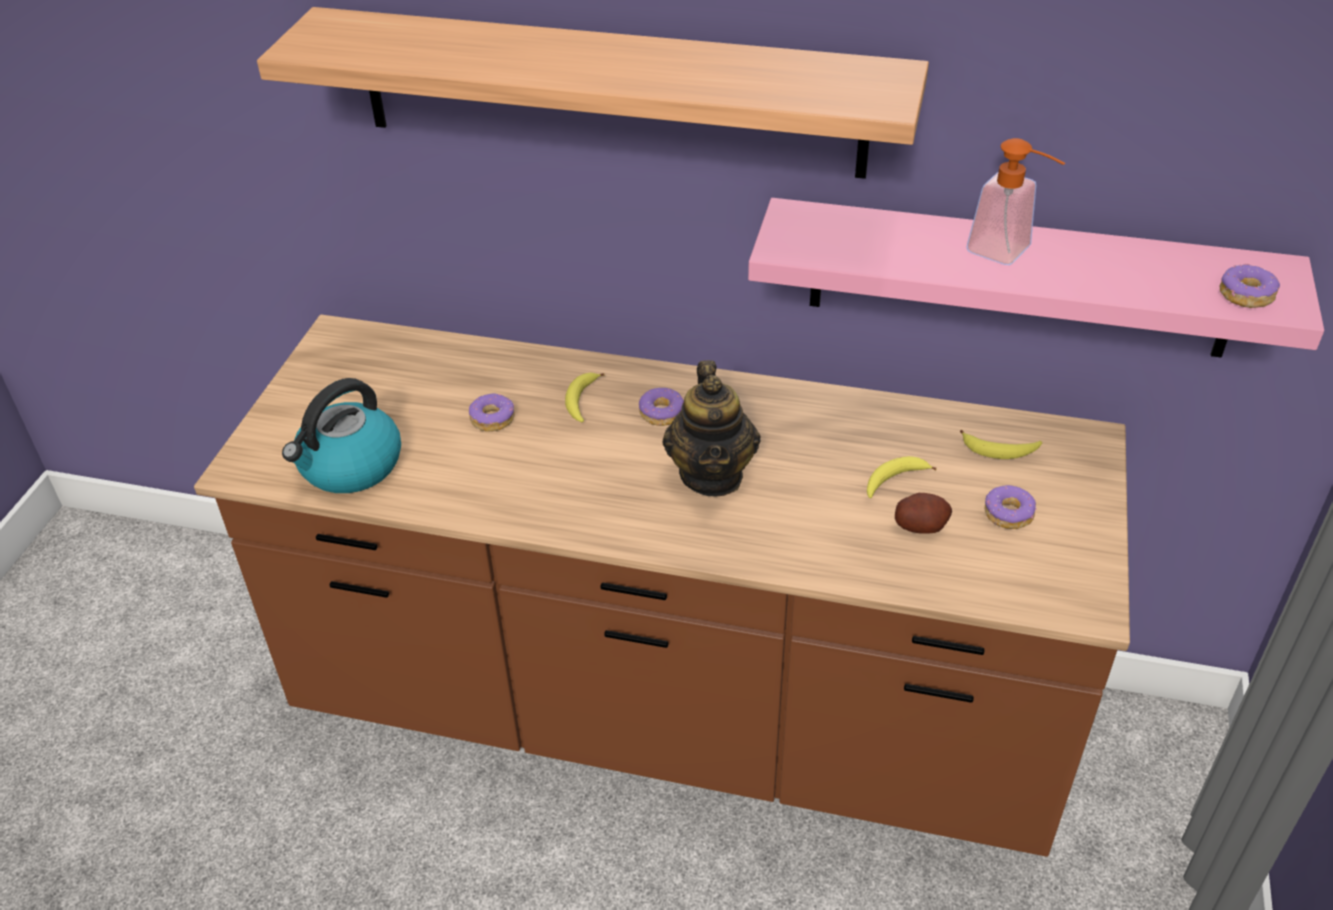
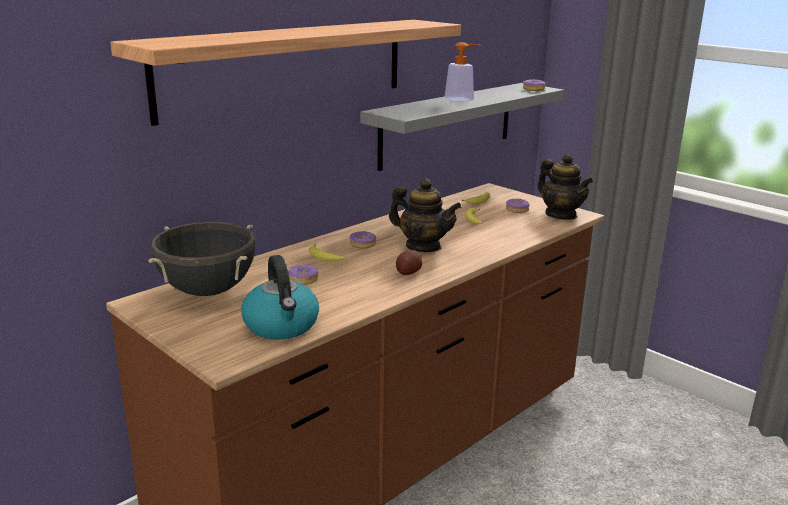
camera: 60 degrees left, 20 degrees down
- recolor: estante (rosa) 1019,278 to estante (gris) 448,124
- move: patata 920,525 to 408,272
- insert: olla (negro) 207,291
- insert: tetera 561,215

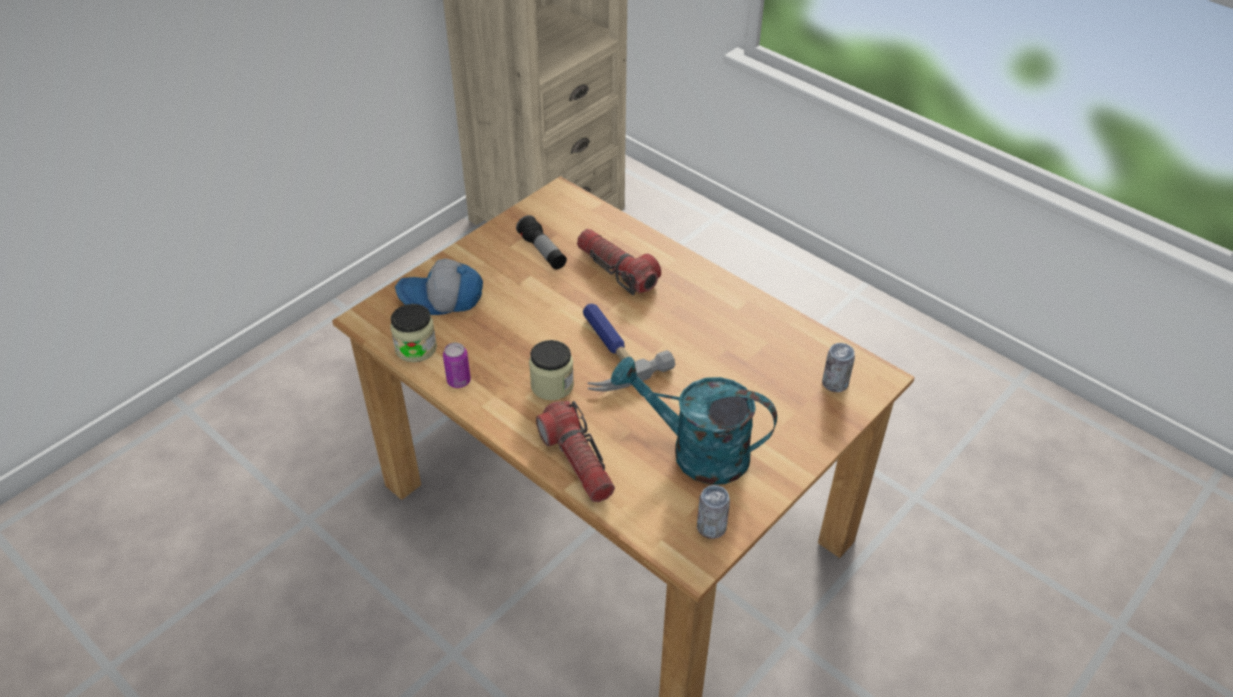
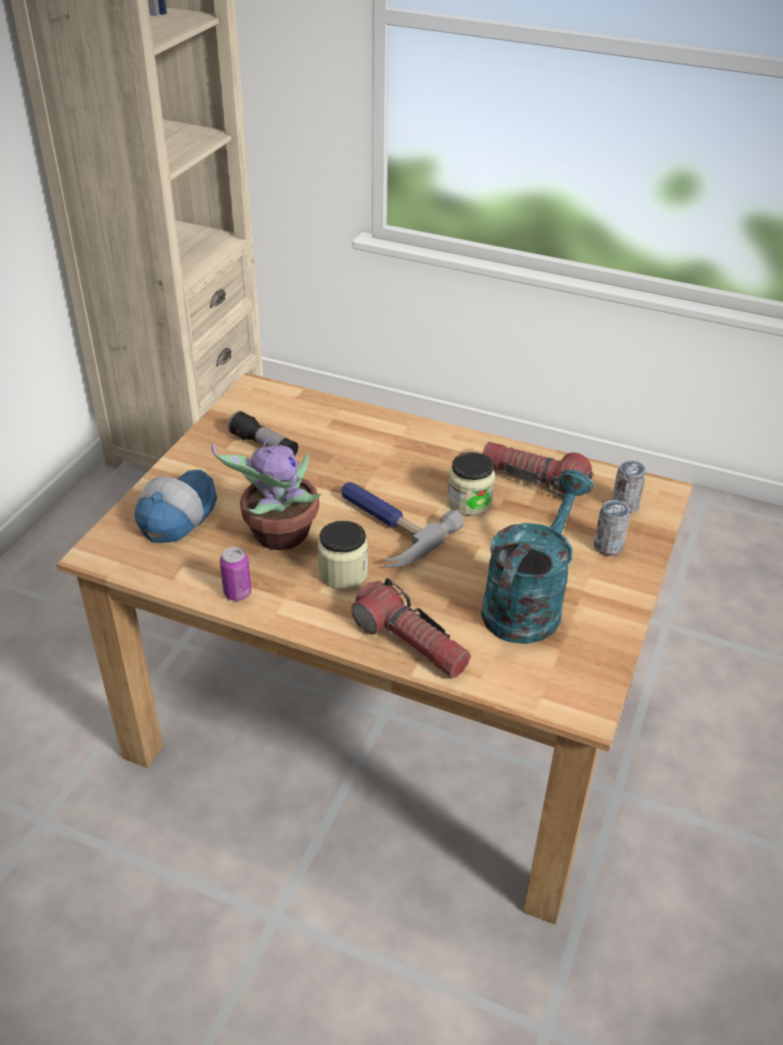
camera: 20 degrees left, 5 degrees down
- move: tarro 416,348 to 469,502
- rotate: gorra 442,299 = 176,515 135 degrees clockwise
- move: linterna 617,270 to 534,480
- rotate: regadera (turquesa) 696,452 = 528,602 120 degrees clockwise
- move: lata 711,527 to 608,547
- insert: planta en maceta 279,536

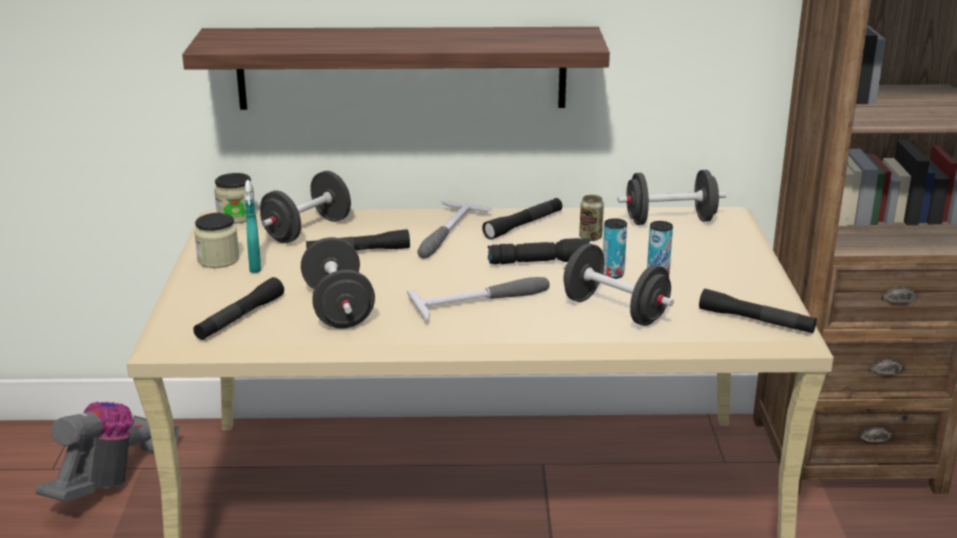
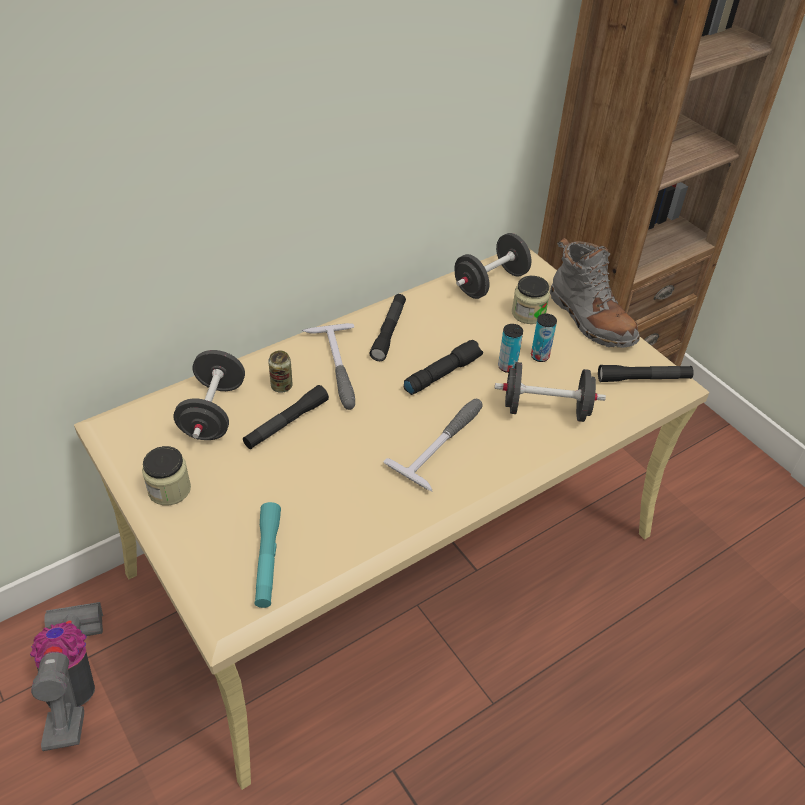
camera: 35 degrees left, 20 degrees up
- delete: estante 401,68
- recolor: linterna (negro) 240,318 to linterna (turquesa) 267,559
- move: tarro 236,216 to 528,313
- delete: pulverizador (turquesa) 255,267
- delete: mancuerna (negro) 338,308
- move: lata 590,237 to 281,386
- insert: bota (gris) 590,319

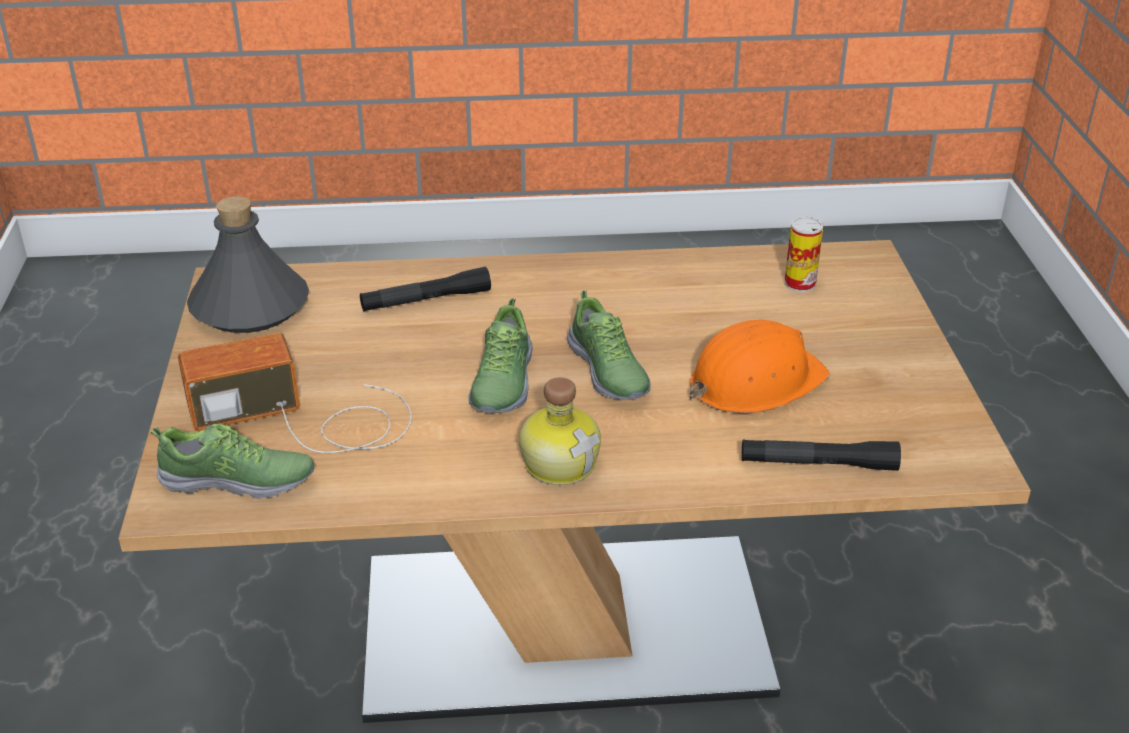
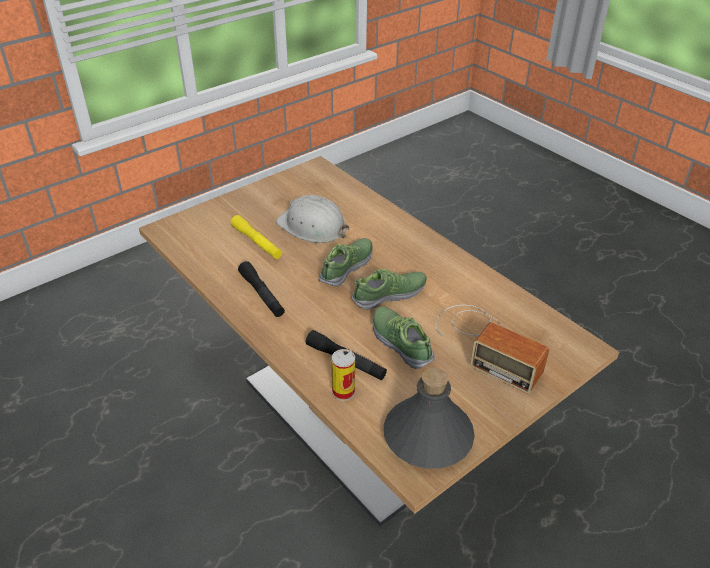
camera: 125 degrees left, 5 degrees up
- move: zapato 238,481 to 401,342
- delete: botella 560,462
- recolor: casco (naranja) 755,381 to casco (blanco) 312,226
- move: linterna (negro) 818,464 to 262,294
- move: lata 800,284 to 343,392
- insert: linterna (amarillo) 257,242

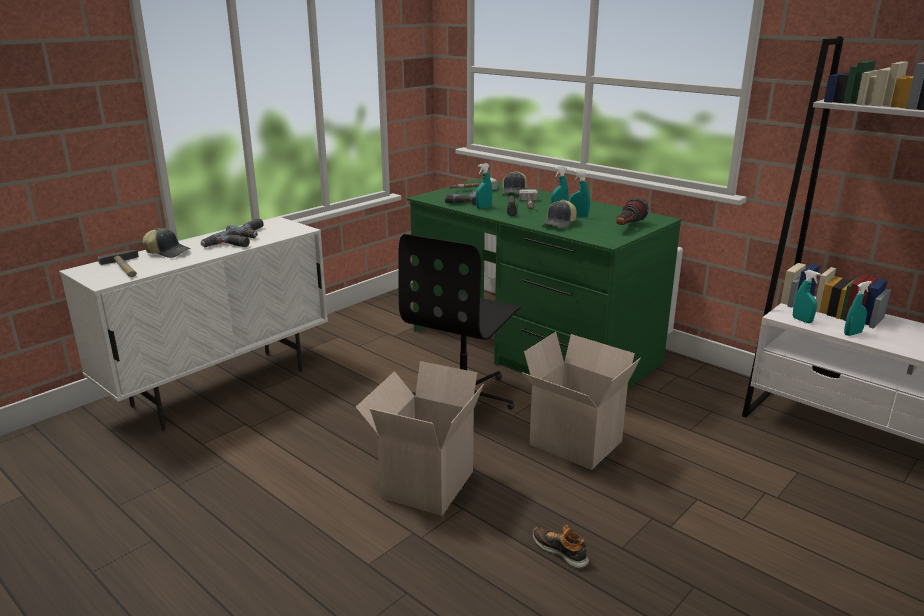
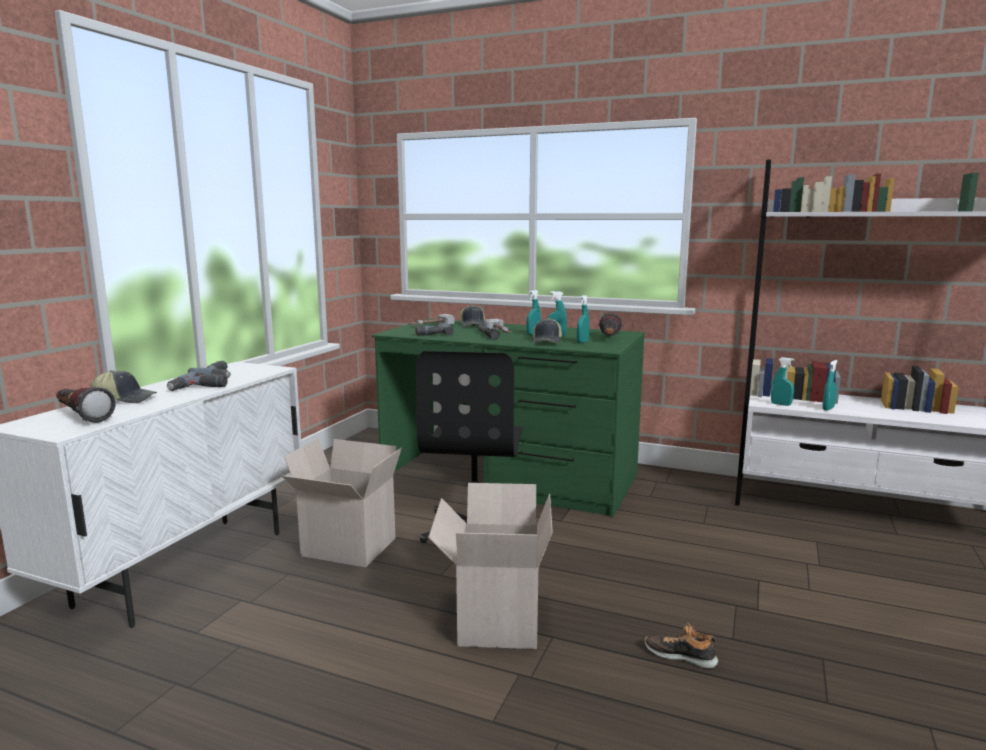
camera: 20 degrees left, 10 degrees down
- replace: martillo 126,268 to linterna 82,417
- move: pulverizador (turquesa) 483,207 to 582,342
- move: caja de cartón 573,444 to 346,548

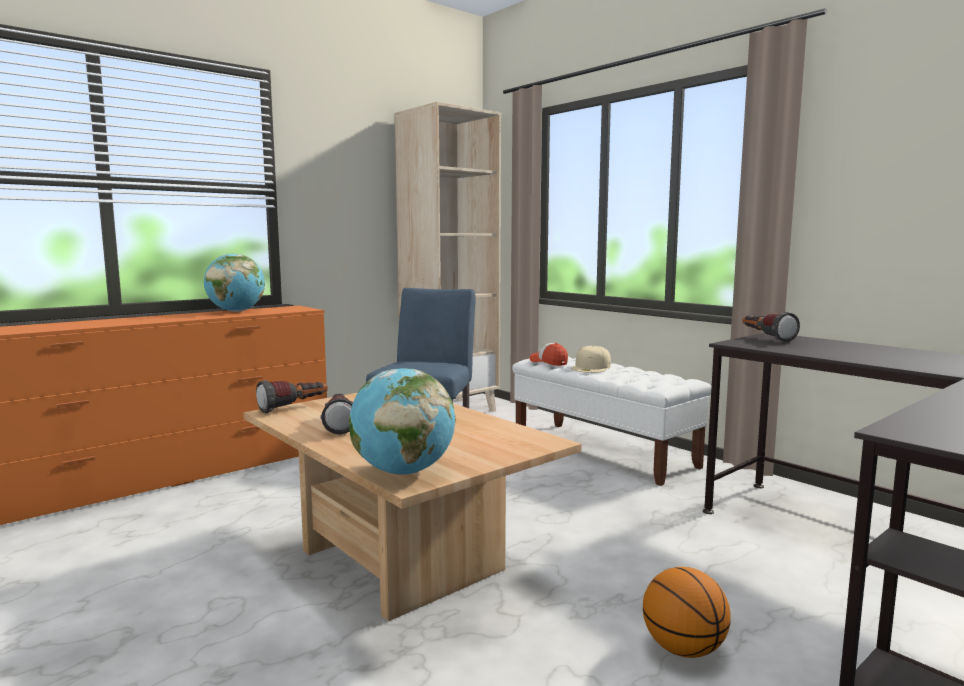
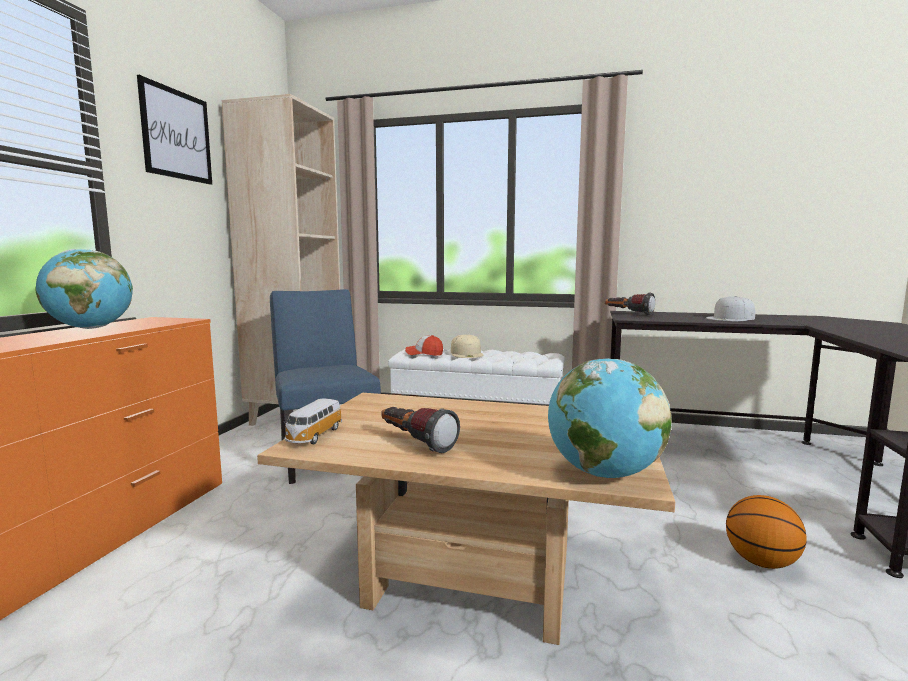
camera: 35 degrees left, 0 degrees up
- replace: linterna 294,408 to coche de juguete 313,436
- insert: cuadro 176,134
- insert: gorra (blanco) 731,318

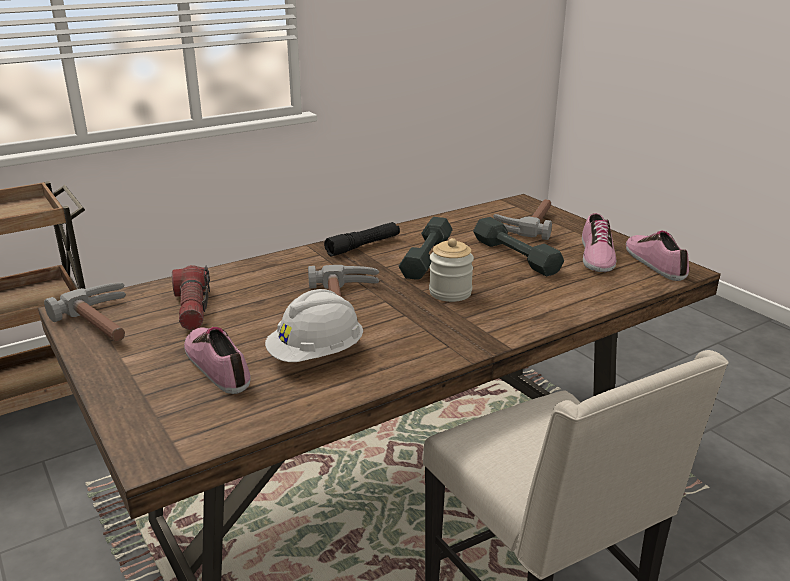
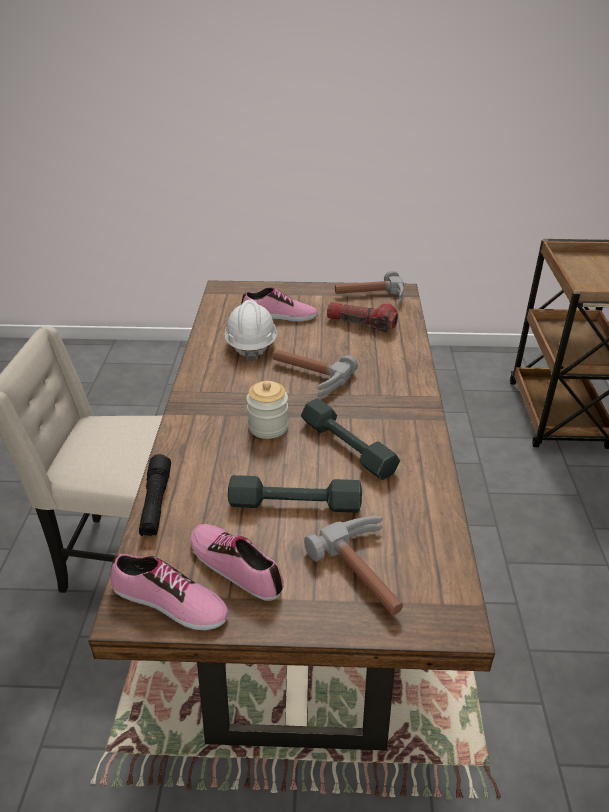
camera: 125 degrees right, 10 degrees up
- move: linterna (negro) 363,246 to 156,503

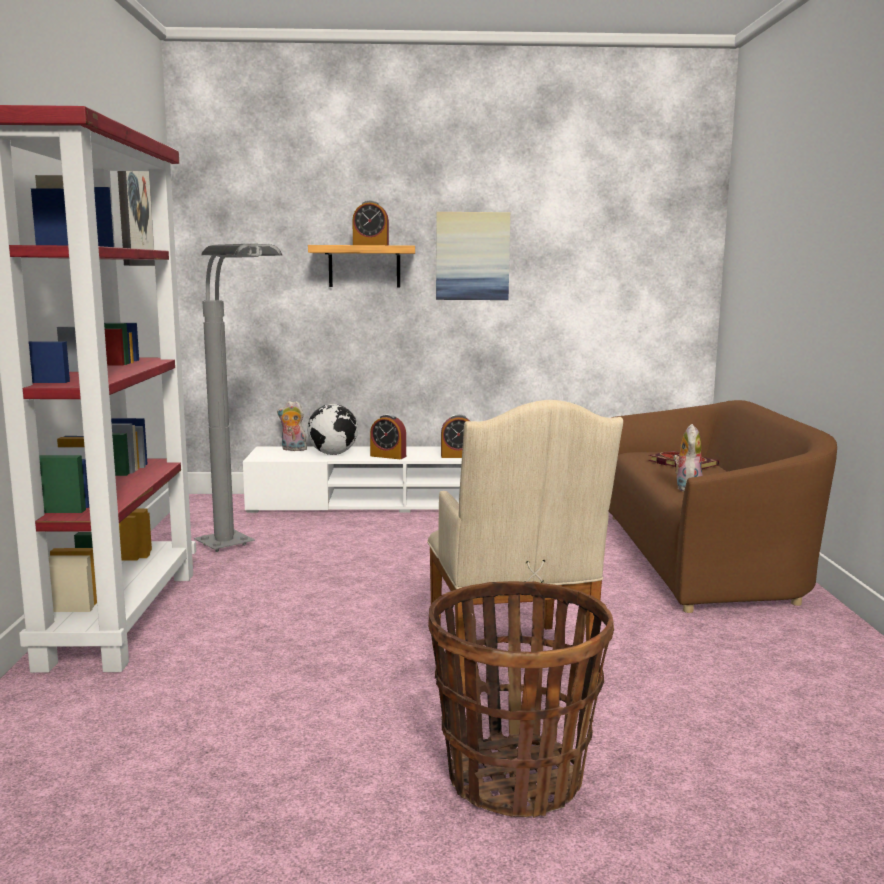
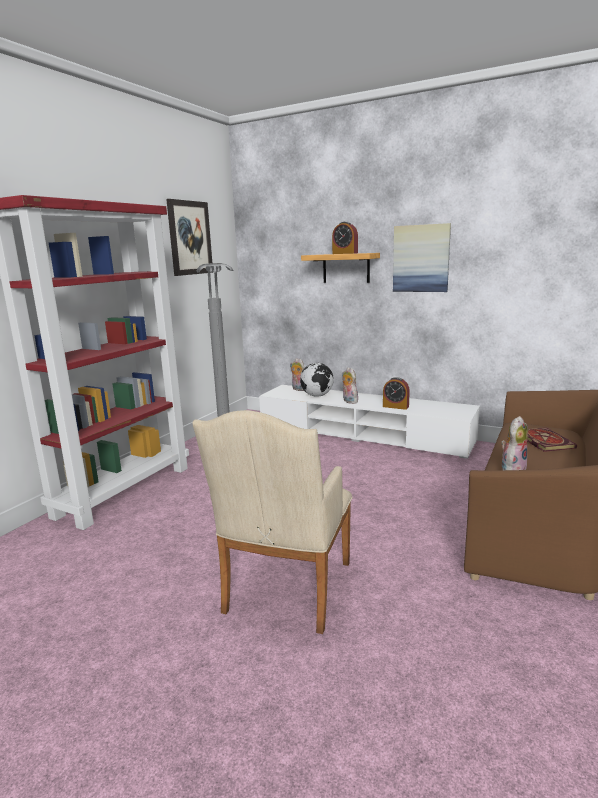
camera: 30 degrees right, 5 degrees up
- replace: despertador 388,456 to peluche 349,401
- delete: cesta 514,777

